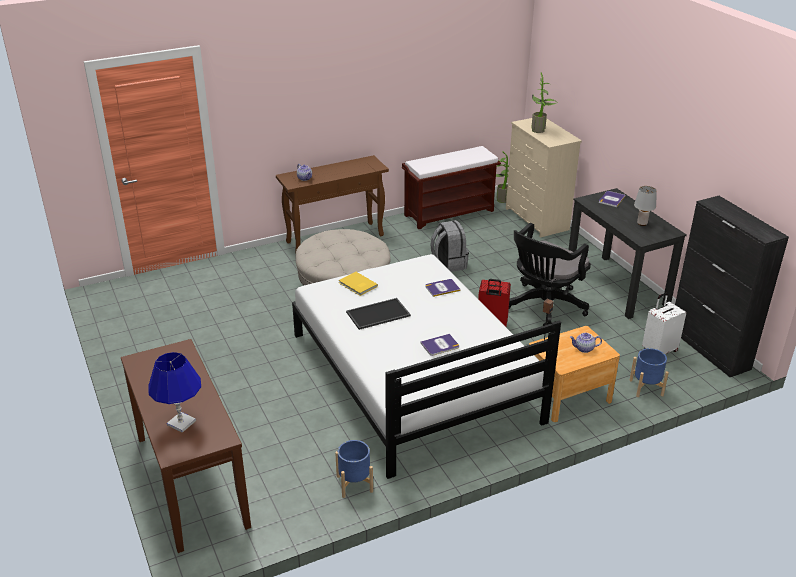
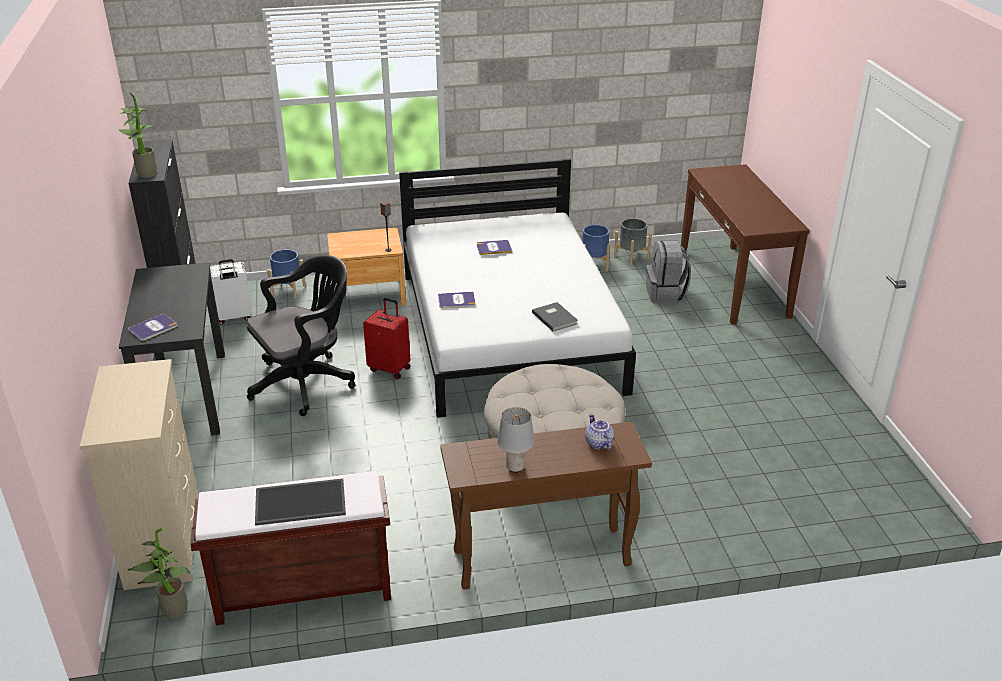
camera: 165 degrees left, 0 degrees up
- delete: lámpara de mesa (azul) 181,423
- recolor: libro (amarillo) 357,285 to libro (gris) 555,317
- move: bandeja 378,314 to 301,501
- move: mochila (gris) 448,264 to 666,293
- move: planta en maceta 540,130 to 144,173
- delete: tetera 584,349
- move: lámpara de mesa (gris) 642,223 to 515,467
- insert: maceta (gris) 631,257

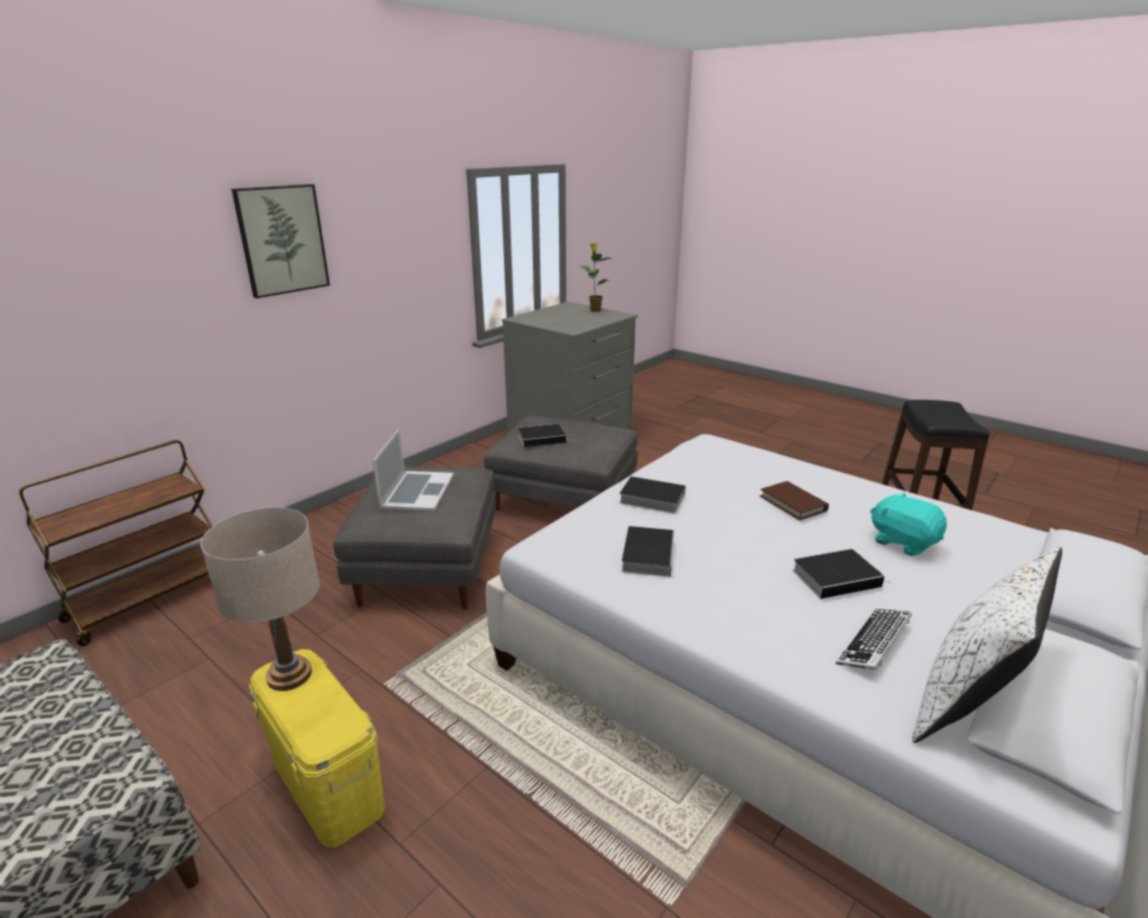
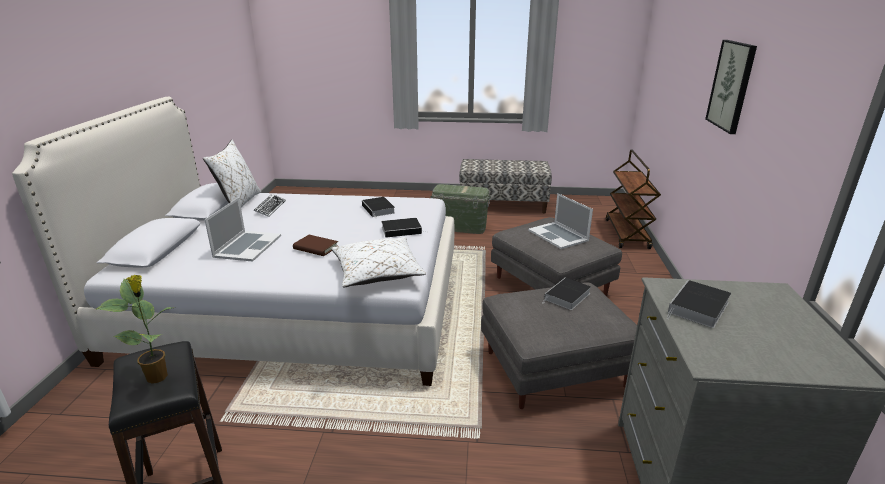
camera: 145 degrees right, 0 degrees up
- delete: lámpara de mesa (beis) 289,675
- recolor: caja de almacenaje (amarillo) 326,784 to caja de almacenaje (verde) 460,227
- move: planta en maceta 595,310 to 158,377
- move: libro 837,577 to 698,308
- replace: peluche (turquesa) 903,542 to portátil 247,246
- insert: cojín (blanco) 377,273

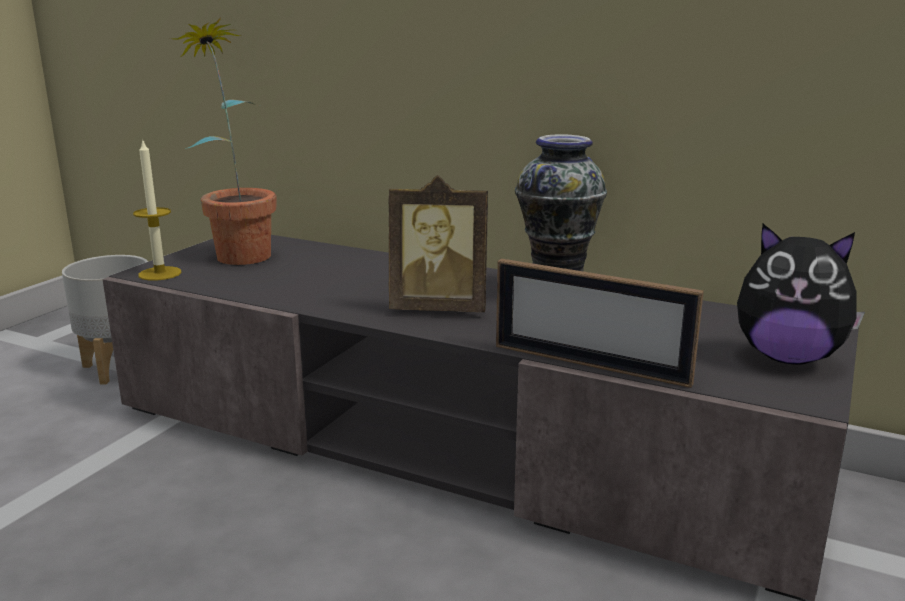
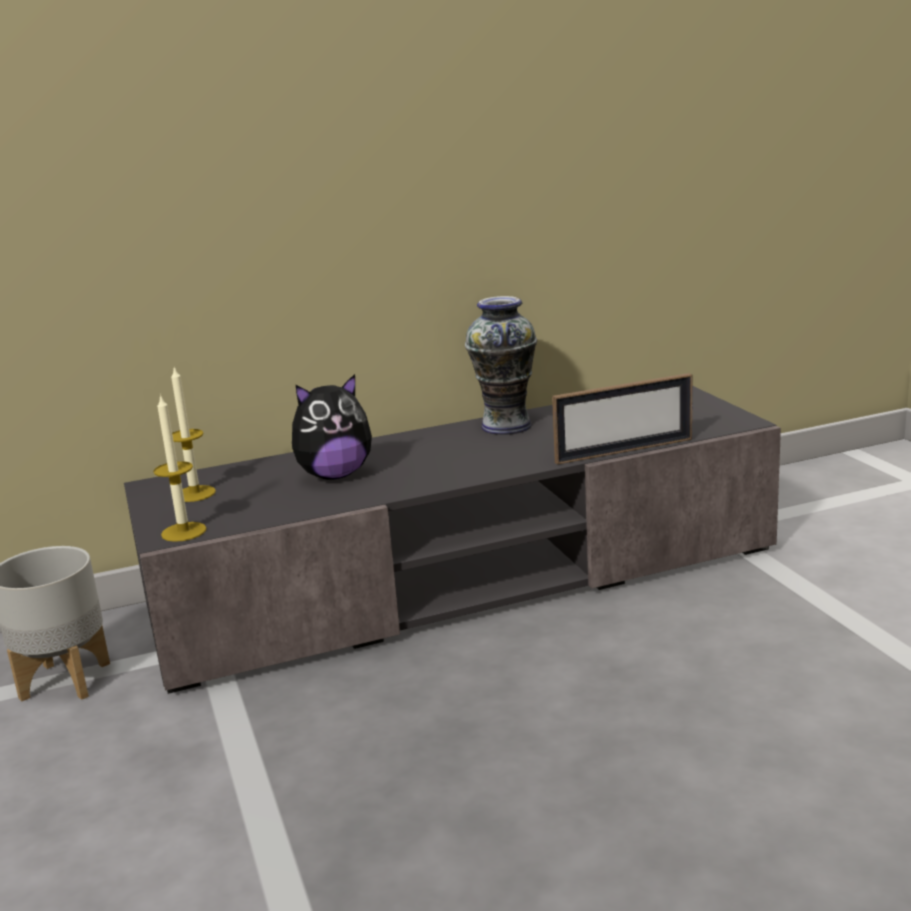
camera: 45 degrees left, 0 degrees up
- replace: planta en maceta 239,252 to vela 195,494
- delete: portarretratos 439,308
- move: peluche 788,358 to 334,475

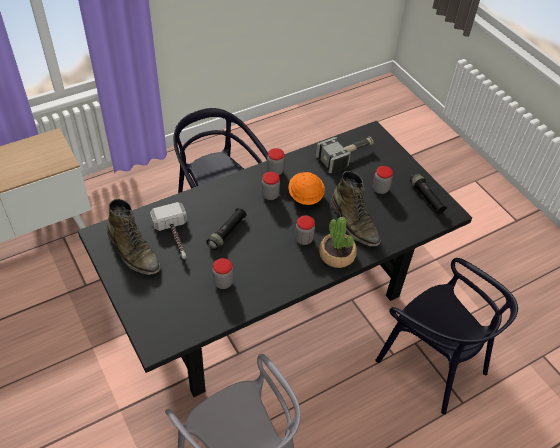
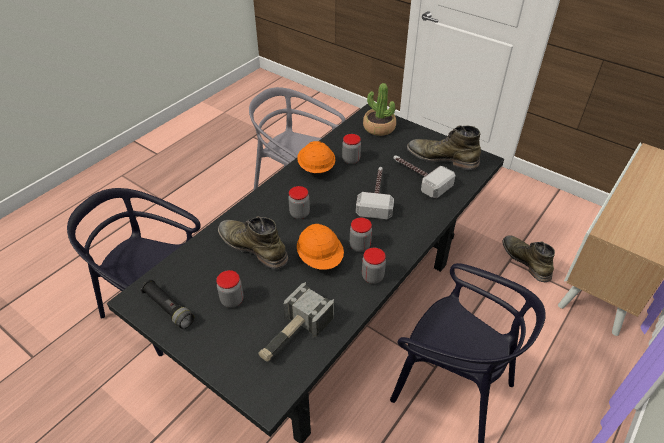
camera: 160 degrees right, 5 degrees down
- replace: linterna (negro) 227,232 to martillo 376,196
- move: planta en maceta 337,255 to 379,128
- insert: casco (naranja) 316,168
- insert: bota (verde) 525,260

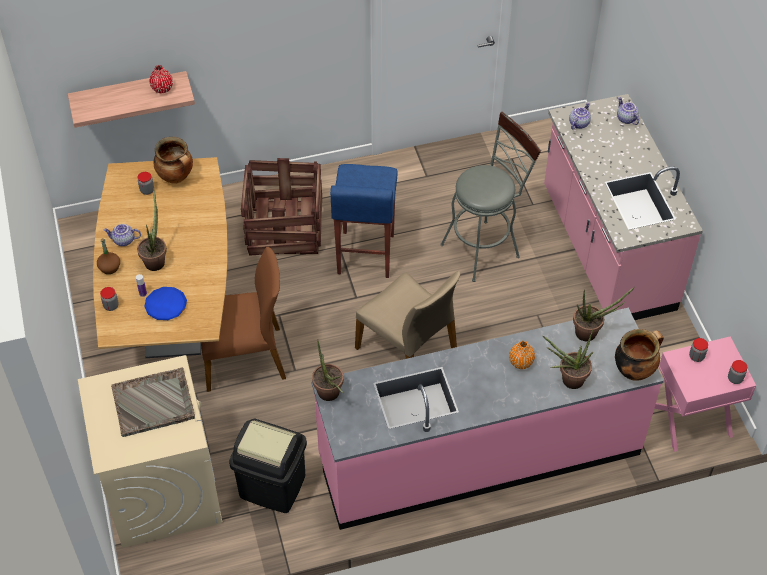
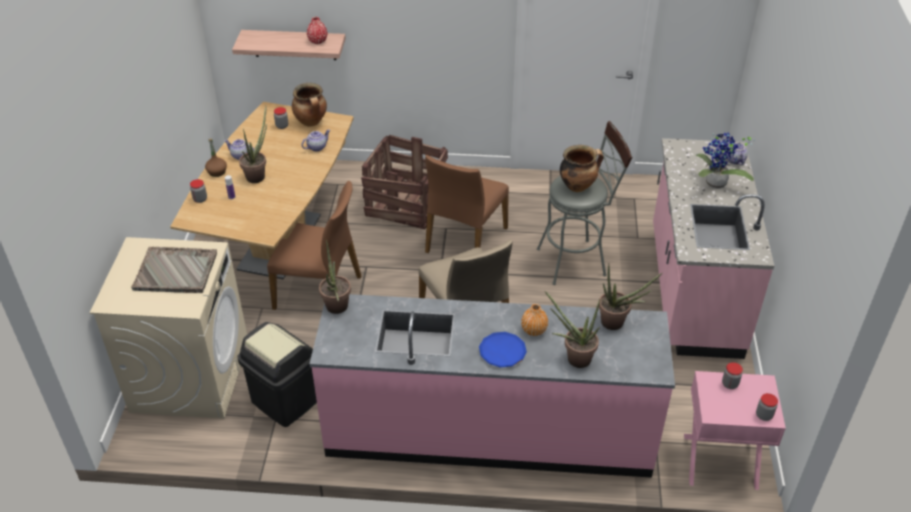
camera: 20 degrees right, 10 degrees down
- move: plato (azul) 166,305 to 502,352
- replace: taburete (azul) 364,255 to silla (marrón) 465,240
- move: tetera 578,123 to 317,147
- move: olla 634,370 to 578,186
- insert: planta en maceta 715,185

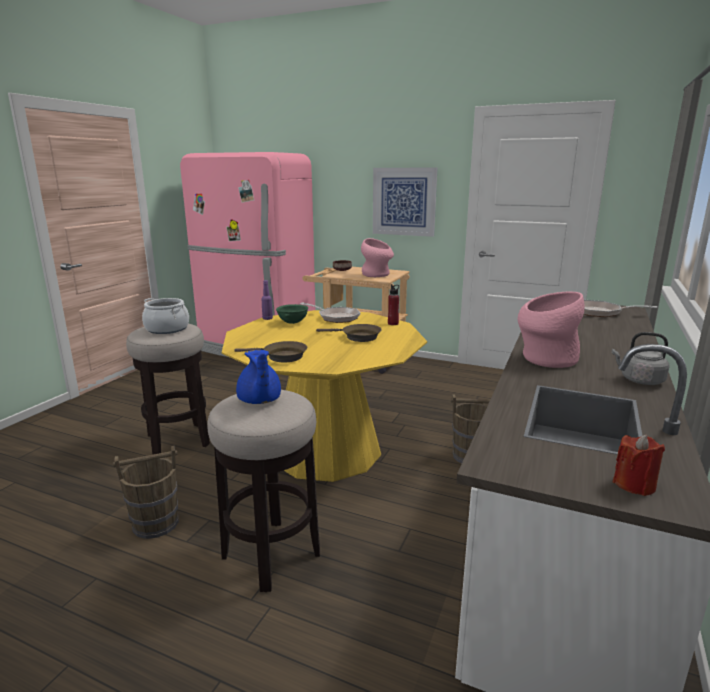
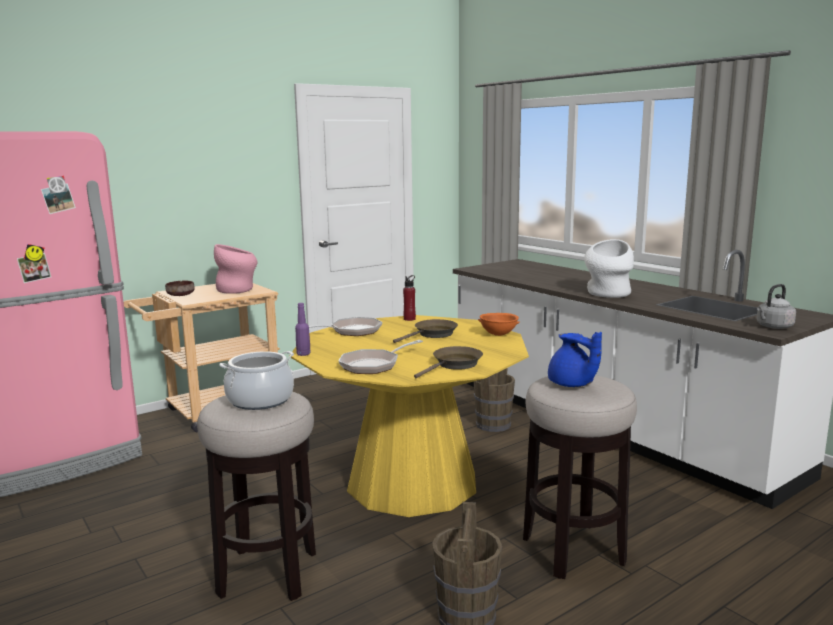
camera: 60 degrees left, 5 degrees down
- rotate: tetera (azul) 259,400 = 572,384 45 degrees clockwise
- delete: cuenco (verde) 292,323
- delete: cuadro 404,201
- recolor: florero (rosa) 544,359 to florero (blanco) 608,294
- move: sartén 601,312 to 374,365
- move: hervidor (gris) 639,380 to 773,327
- delete: vela (rojo) 634,484
- insert: cuenco (naranja) 498,334

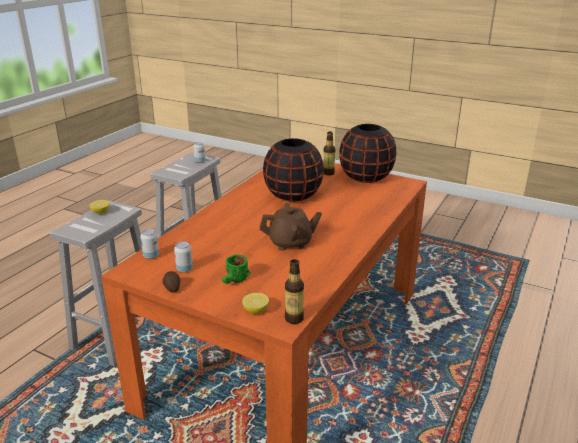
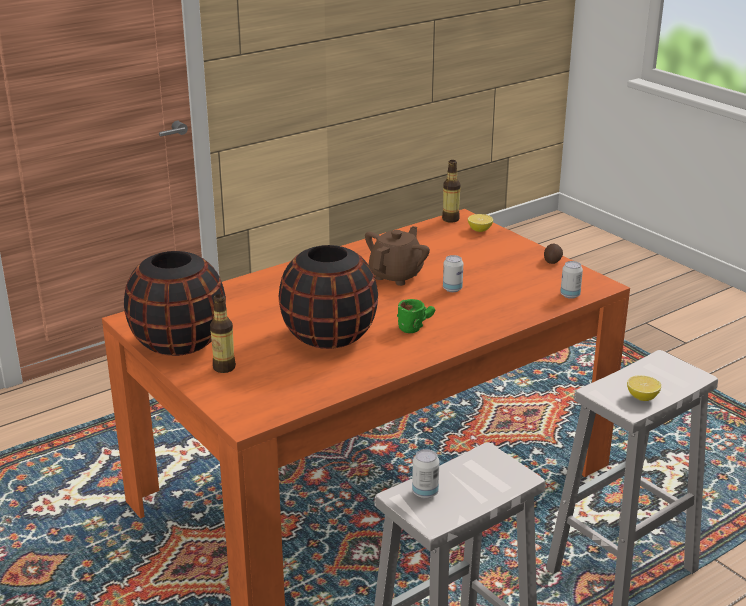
camera: 155 degrees left, 0 degrees up
- move: lata 184,269 to 452,289
- move: taza grande (verde) 235,281 to 415,326
- rotate: tetera (marrón) 290,243 = 396,275 105 degrees clockwise

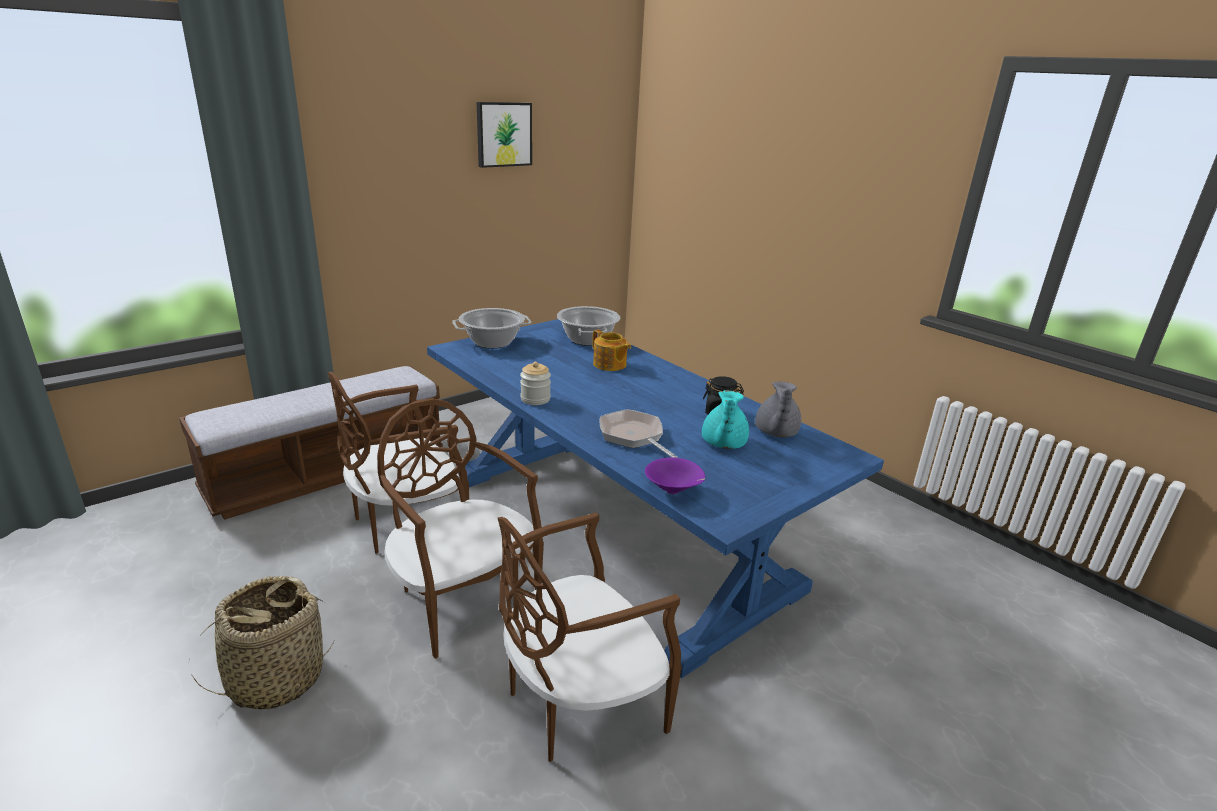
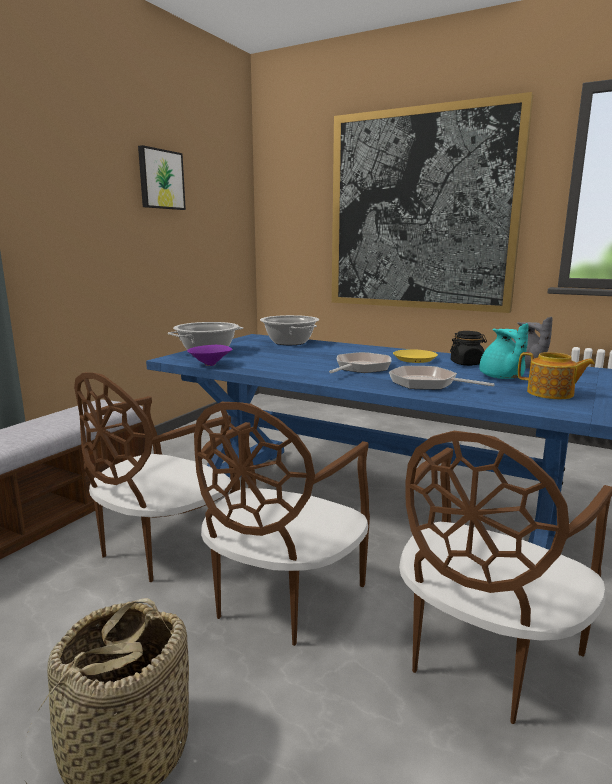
camera: 20 degrees left, 10 degrees down
- rotate: silla (marrón) 462,598 = 281,598 90 degrees counterclockwise
- delete: tarro 535,399
- move: tetera 610,365 to 551,393
- move: cuenco (morado) 673,491 to 211,365
- insert: sartén 360,368
- insert: cuadro 421,211
- insert: plato (amarillo) 415,359

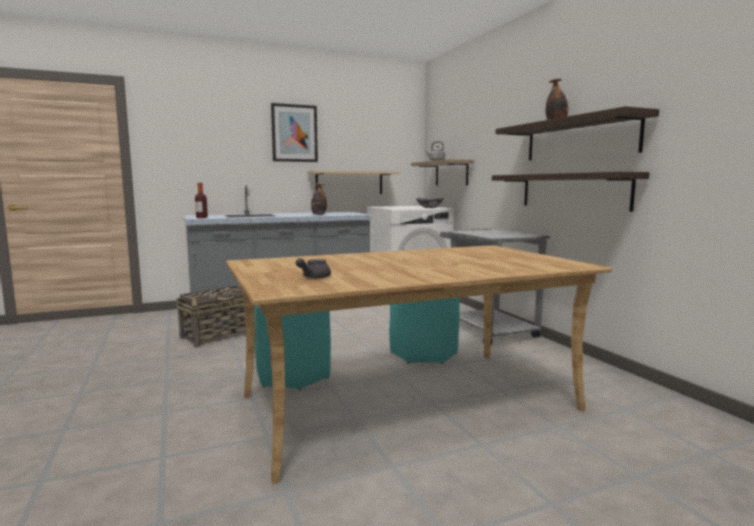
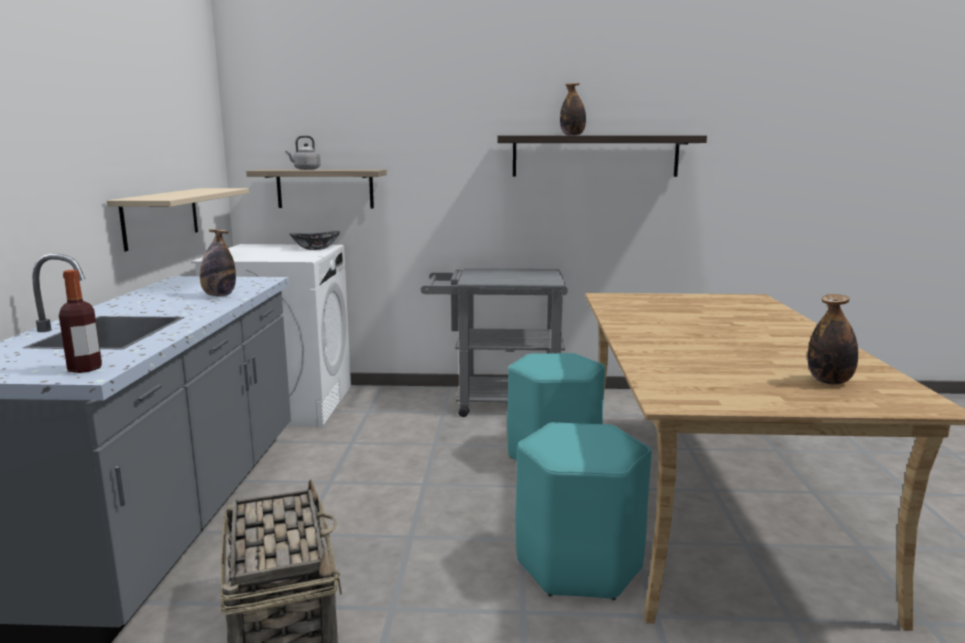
camera: 65 degrees left, 5 degrees up
- delete: cuadro 294,133
- replace: tetera (gris) 313,277 to botella 829,381
- delete: estante 573,191

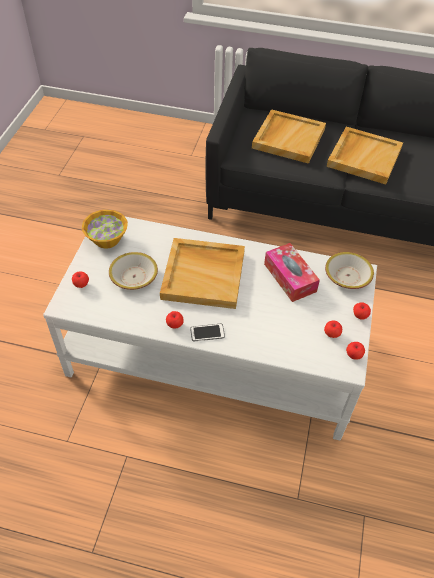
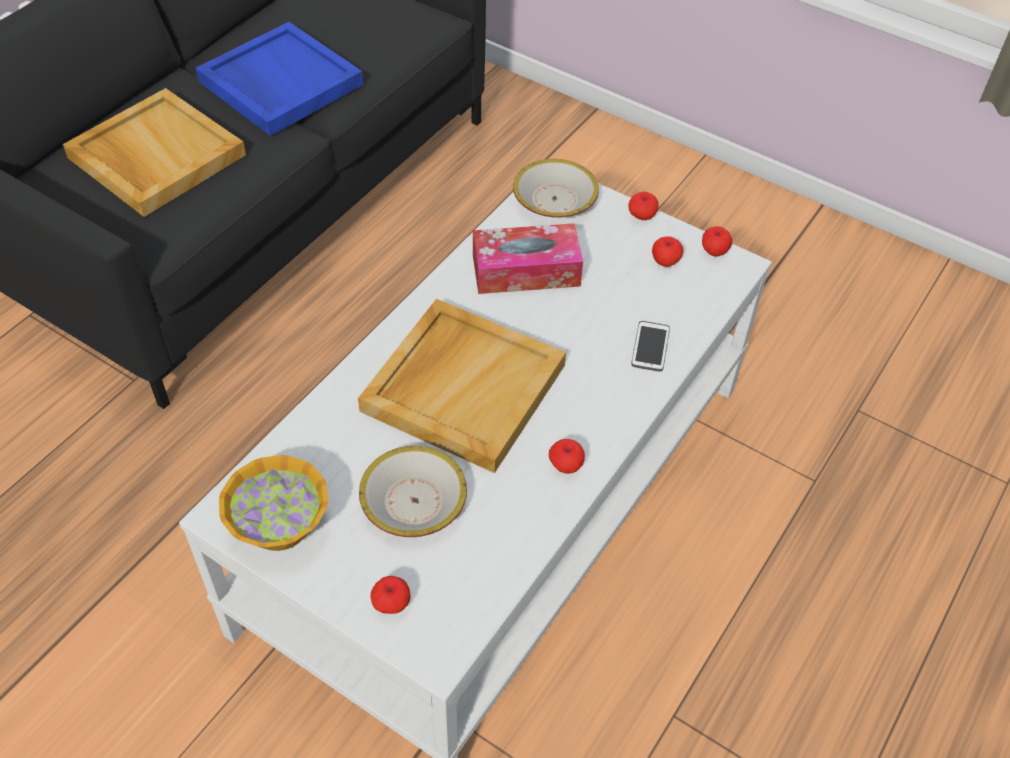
camera: 70 degrees left, 0 degrees up
- move: móvil 207,333 to 650,347
- recolor: bandeja (beis) 363,157 to bandeja (azul) 279,83

